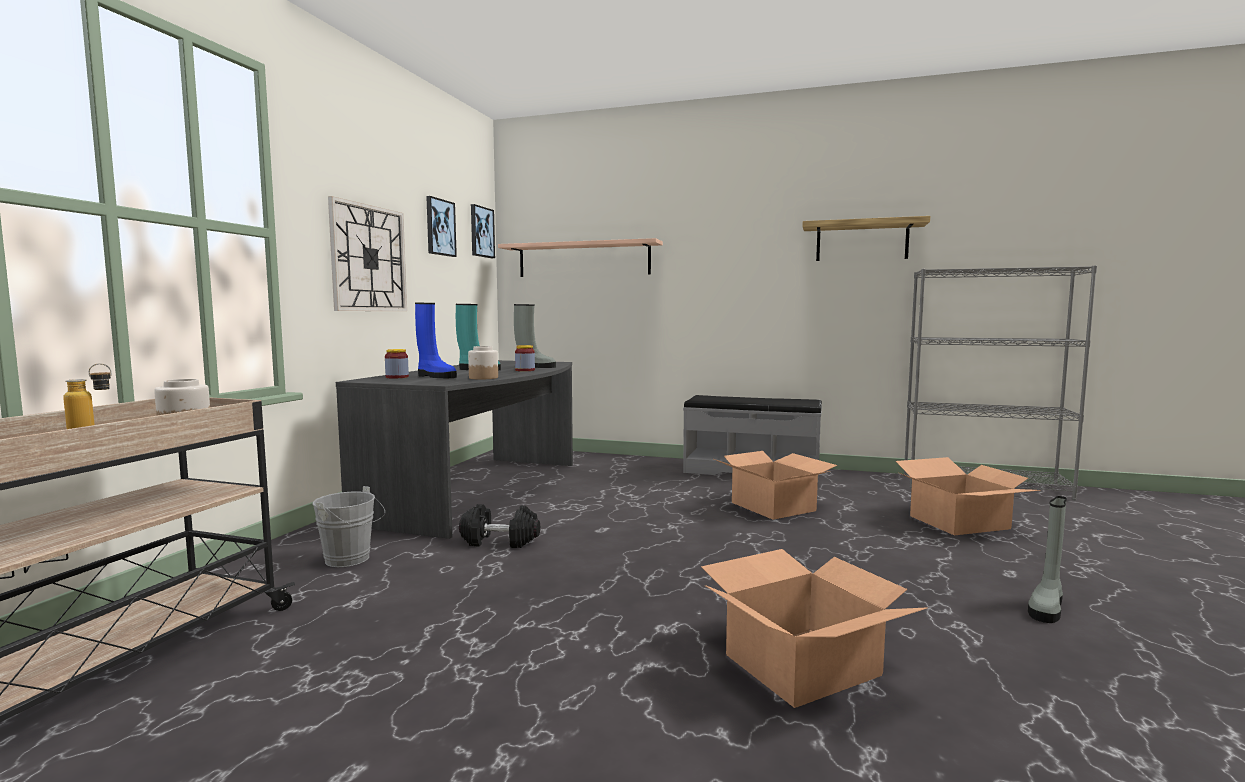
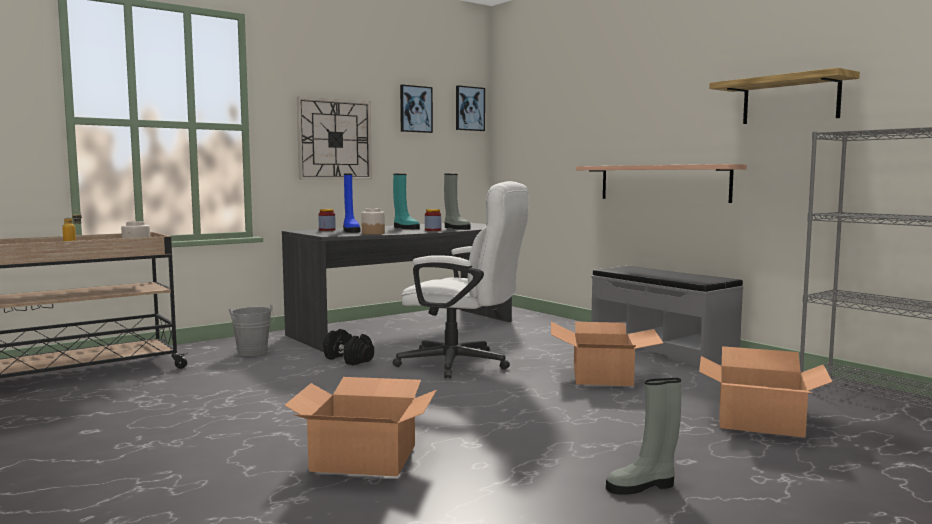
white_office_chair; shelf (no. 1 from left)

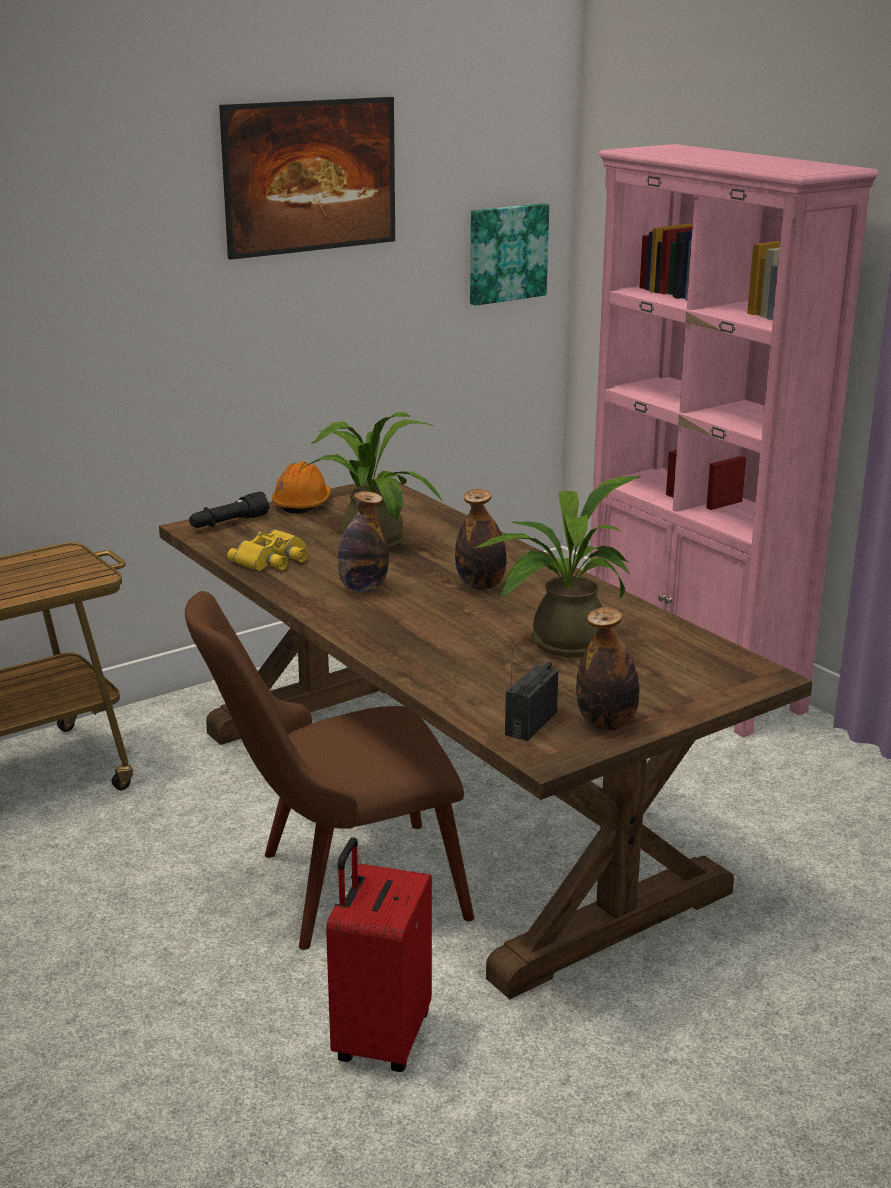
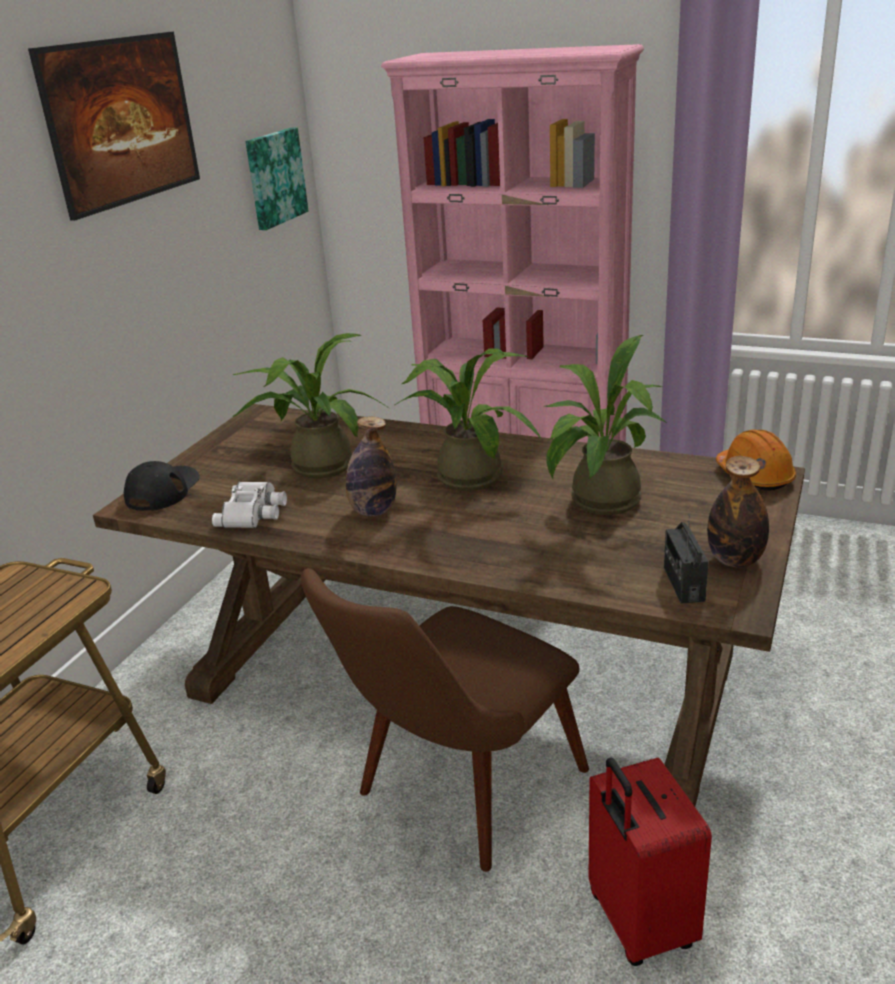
black_cap; white_binoculars; potted_plant (no. 2 from left); orange_hard_hat

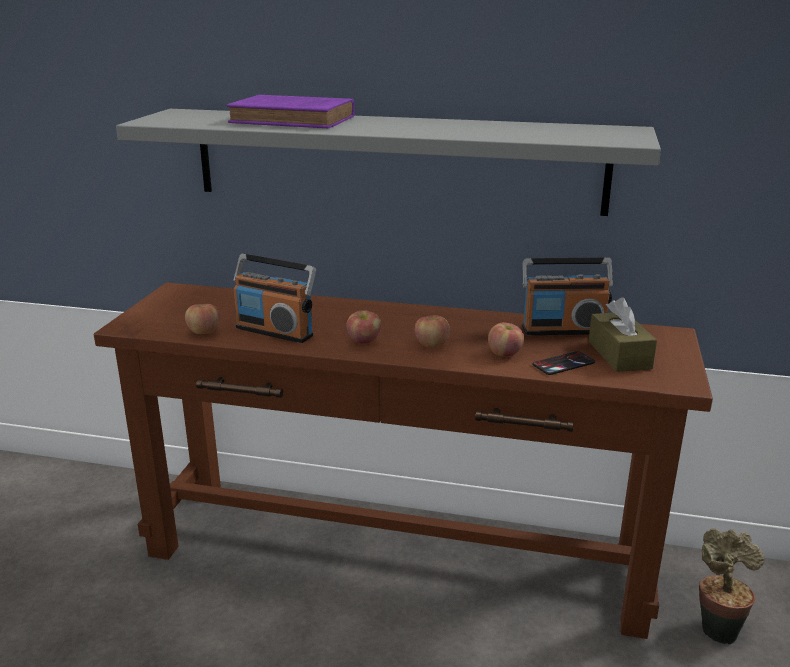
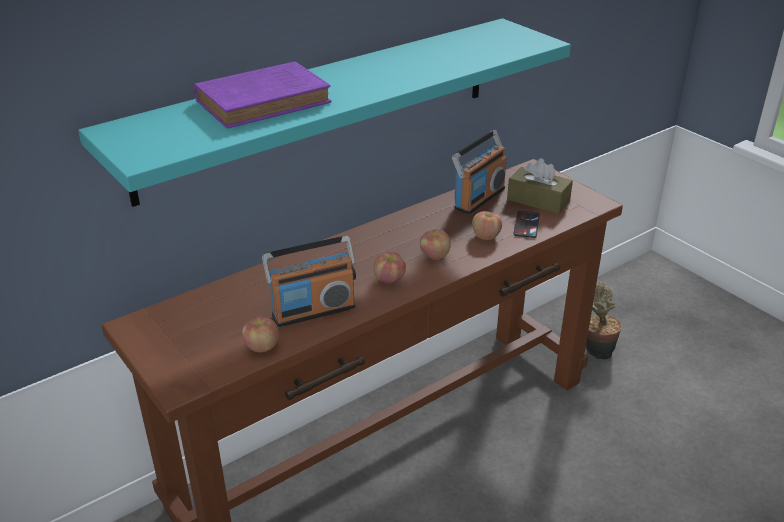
turquoise_shelf

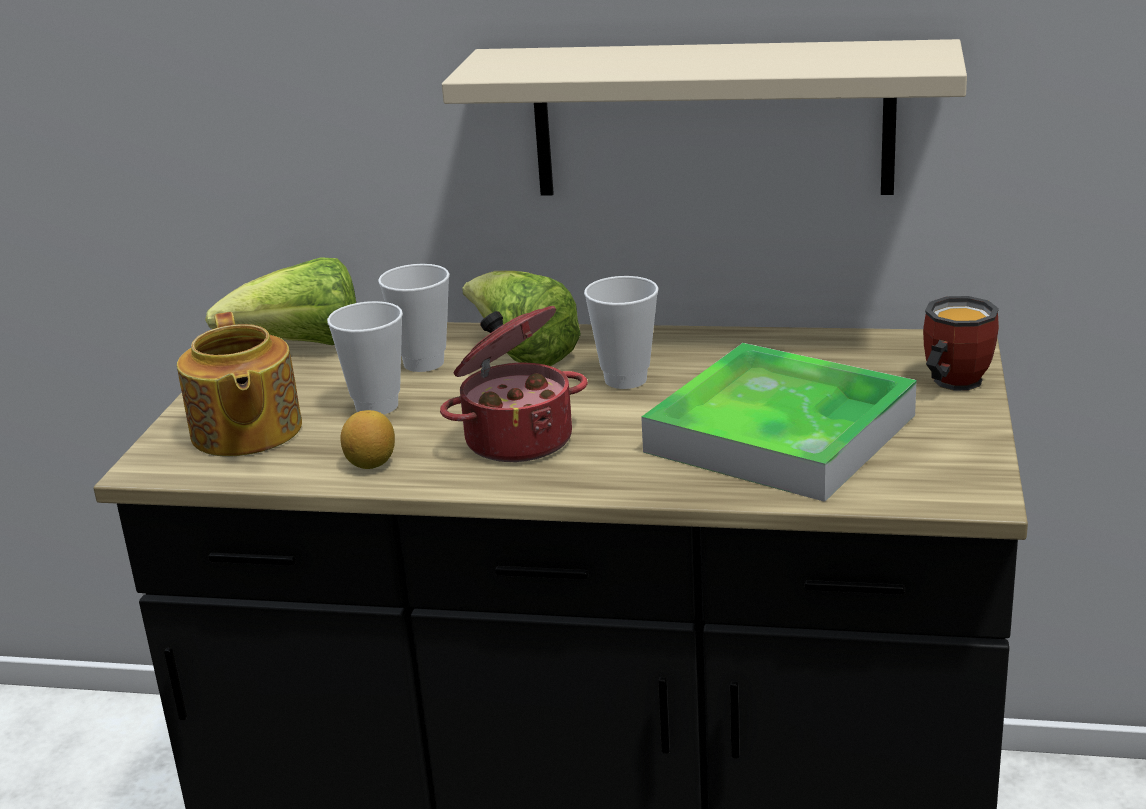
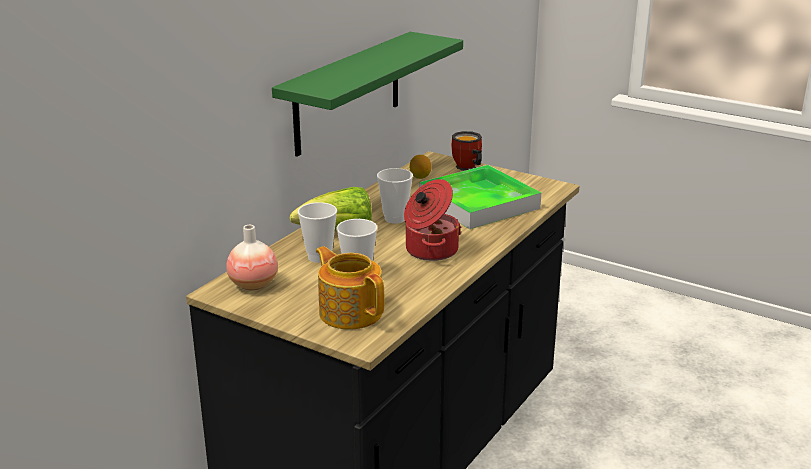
vase; green_shelf; teapot; lemon

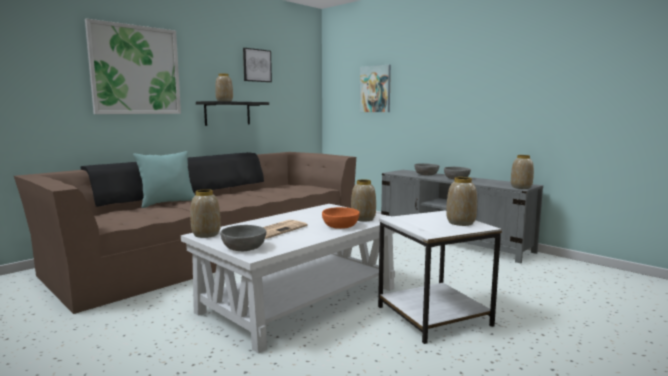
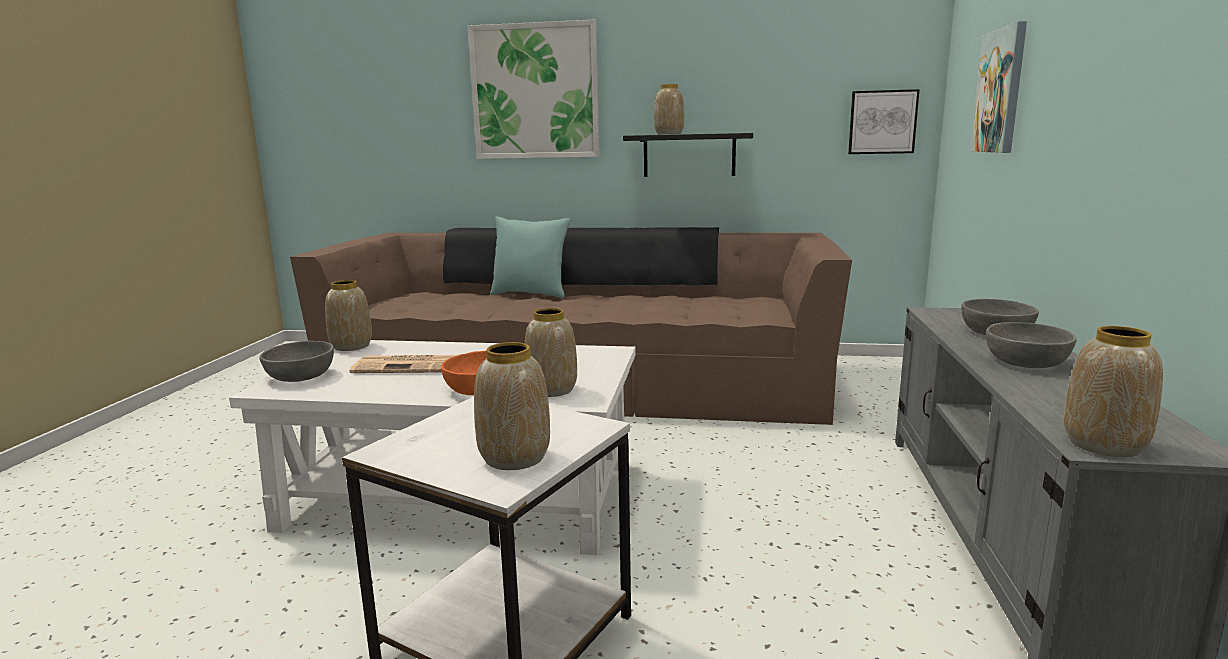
picture (no. 2 from left)

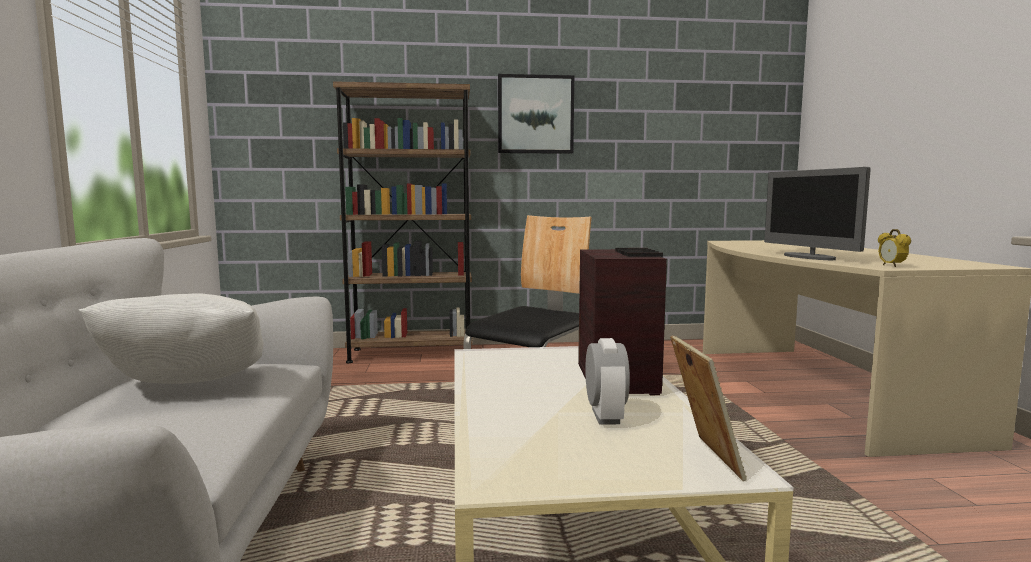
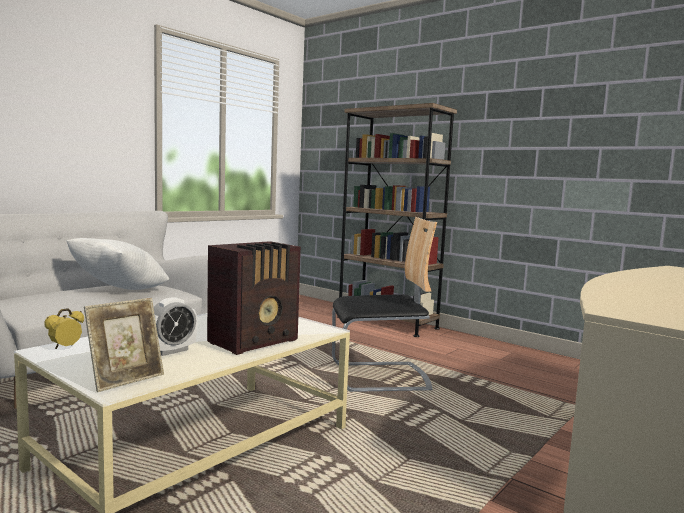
alarm_clock (no. 1 from left); picture; monitor

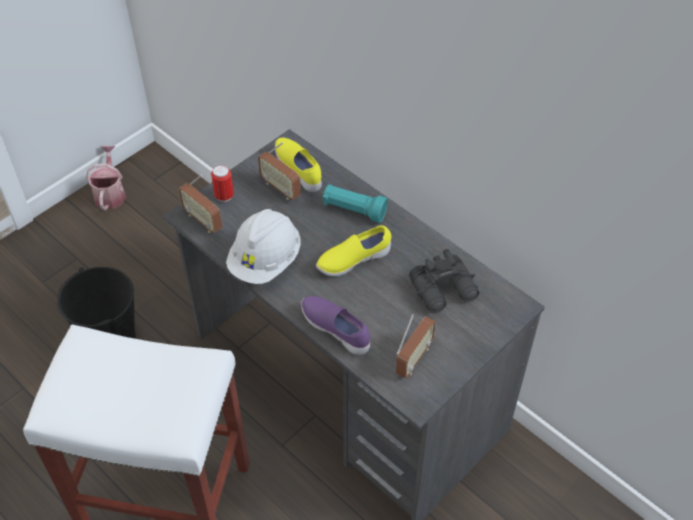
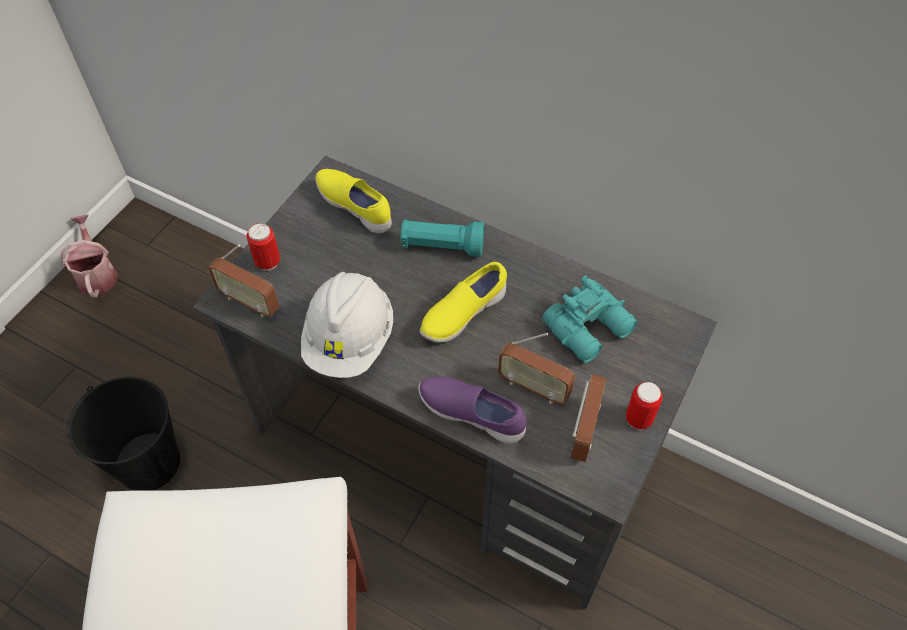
radio (no. 2 from left); turquoise_binoculars; can (no. 2 from left)

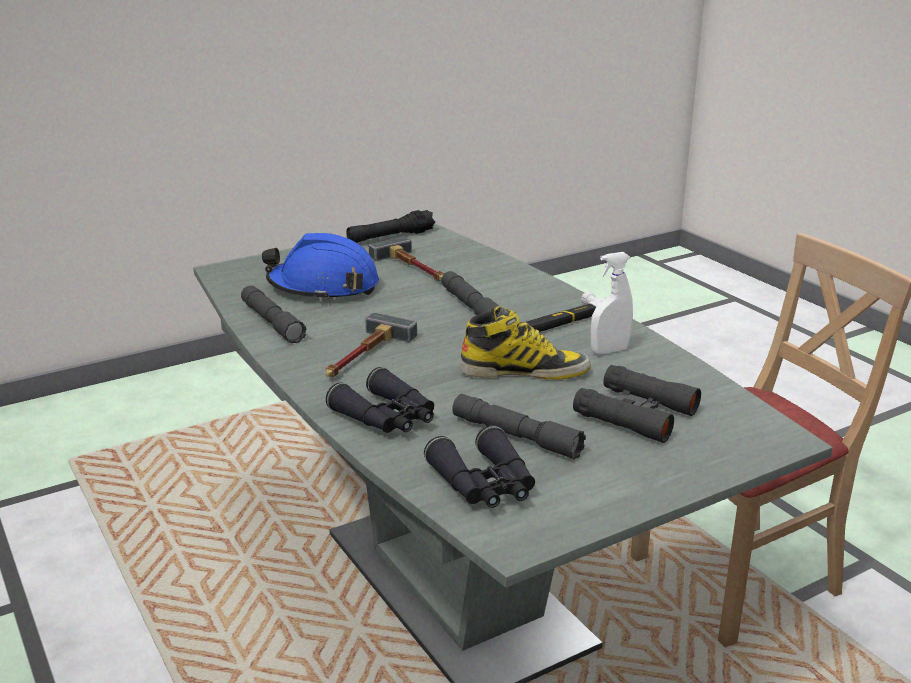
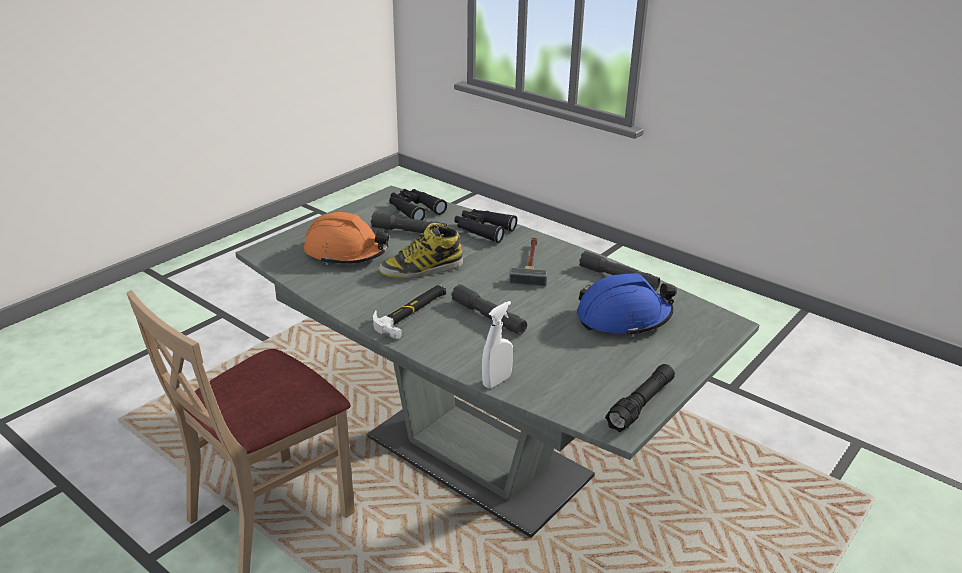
orange_hard_hat; white_spray_bottle; hammer (no. 2 from left in the first image)

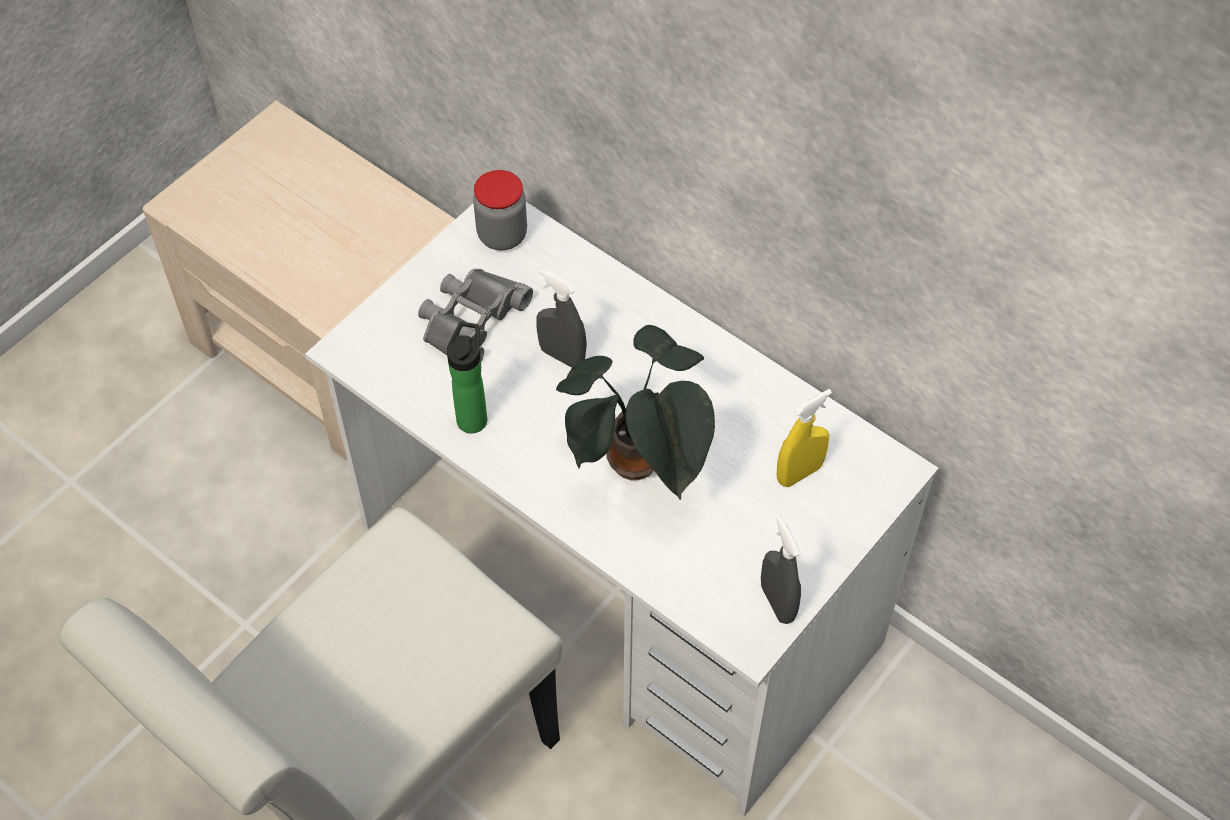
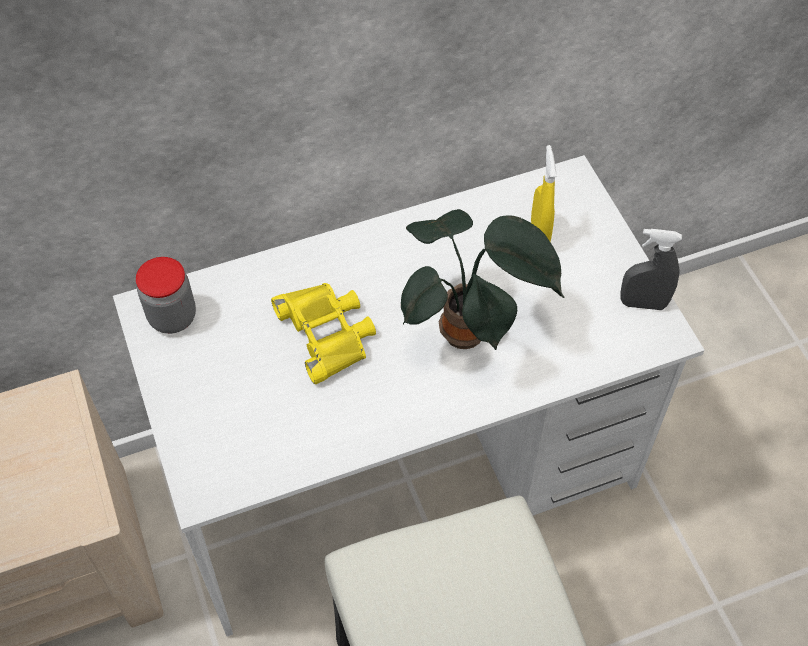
yellow_binoculars; grey_binoculars; bottle

